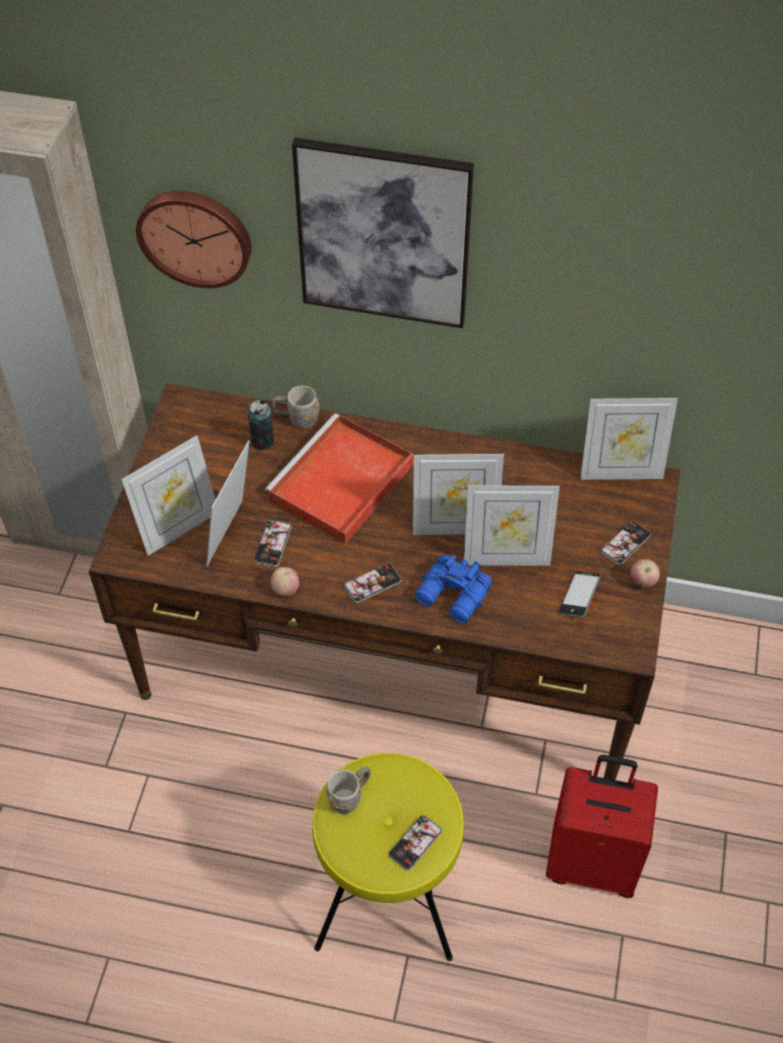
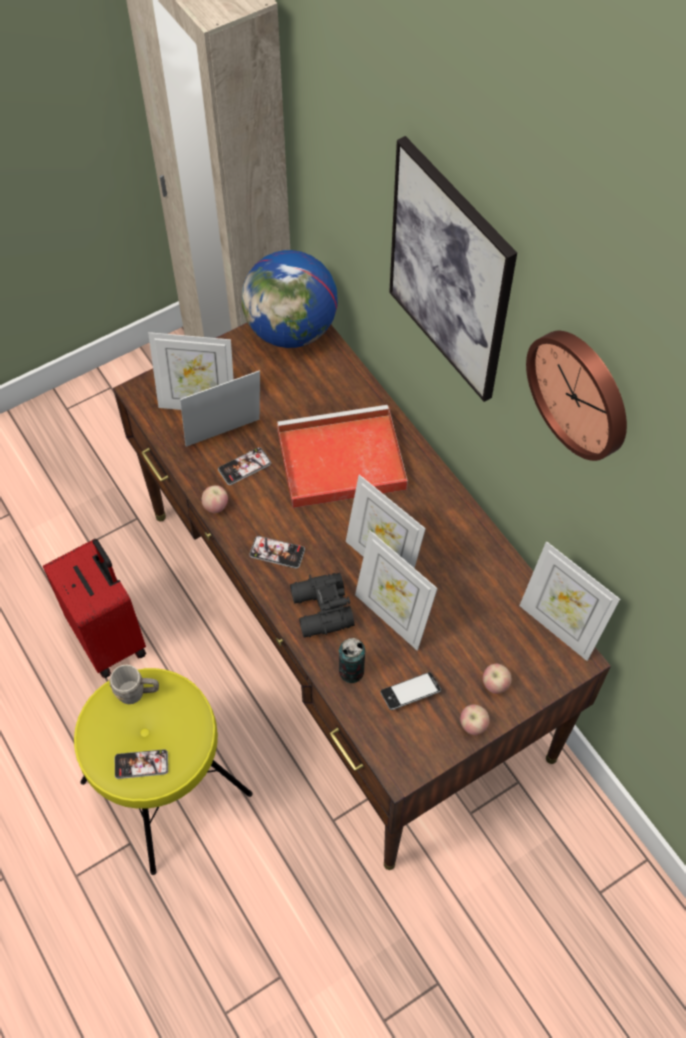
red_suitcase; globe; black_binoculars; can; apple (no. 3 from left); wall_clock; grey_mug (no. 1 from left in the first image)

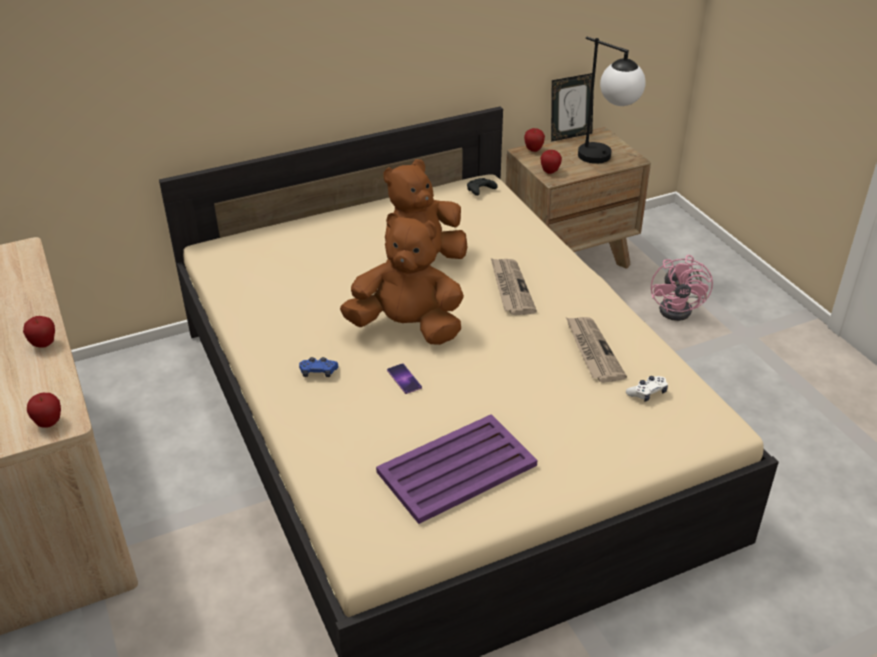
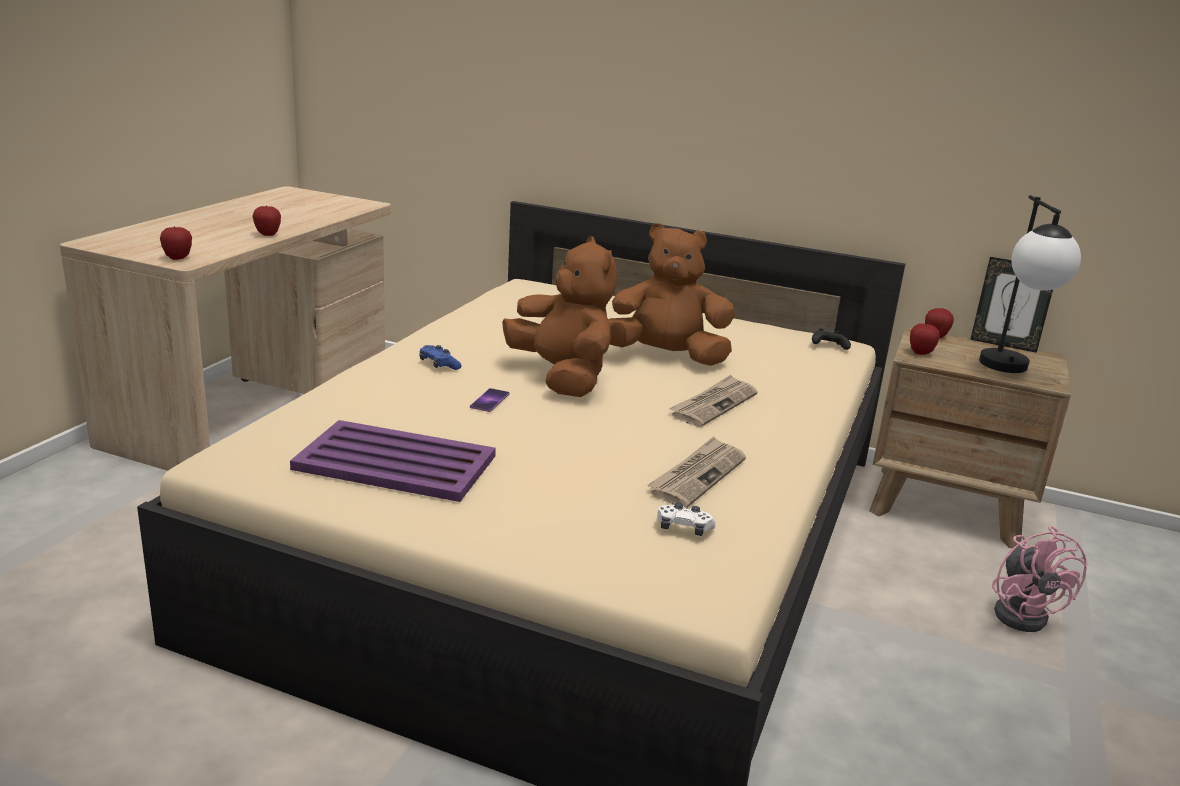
pink_fan

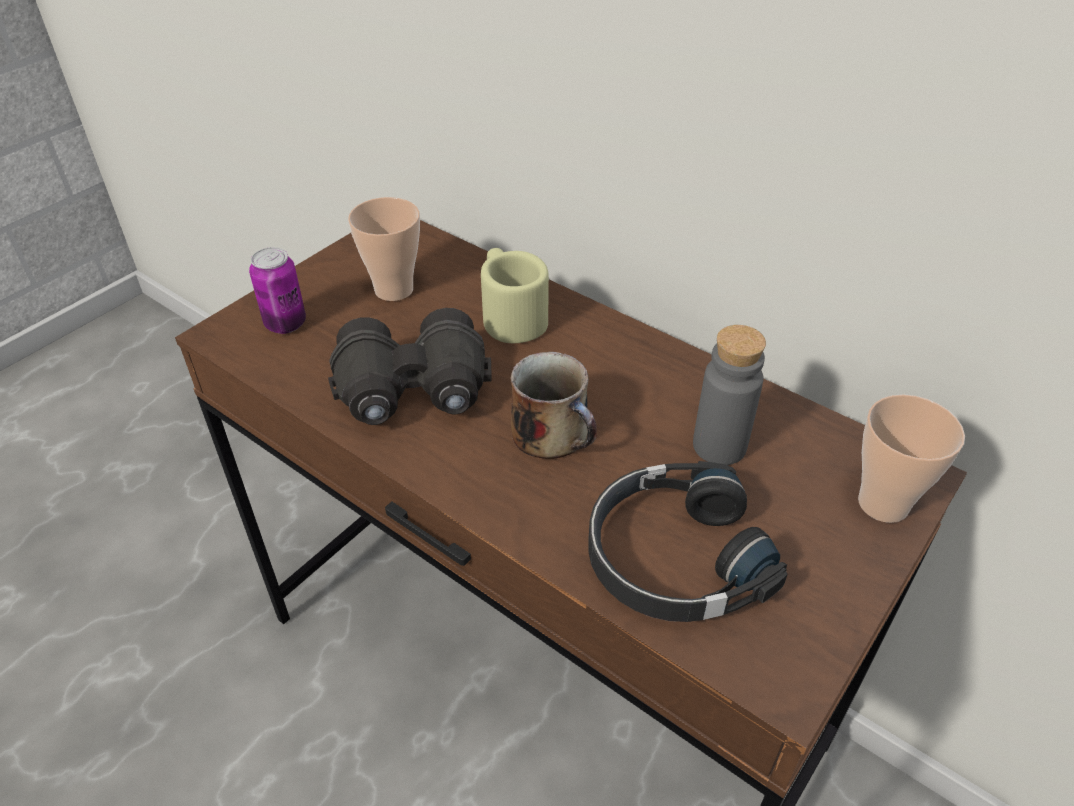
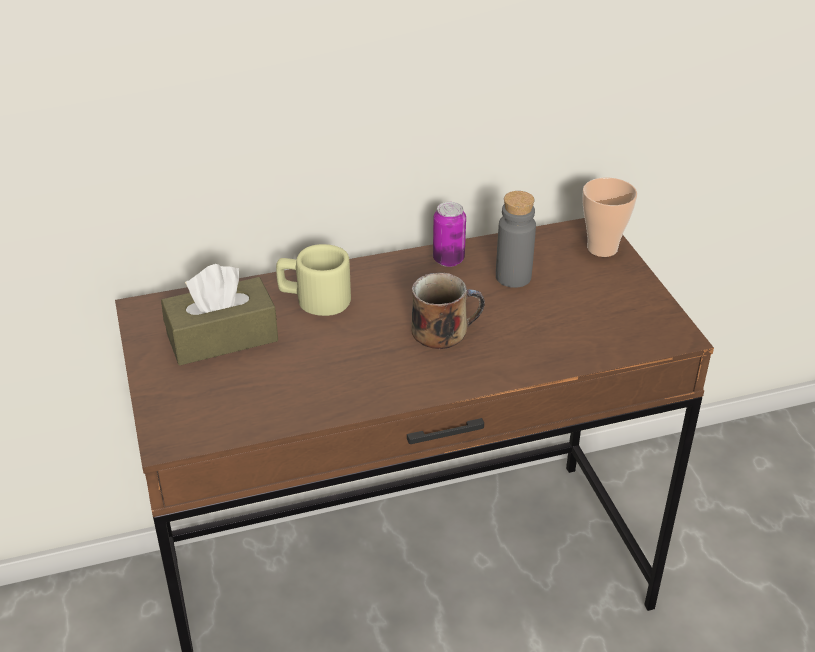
brown_tissue_box; can; black_binoculars; black_headphones

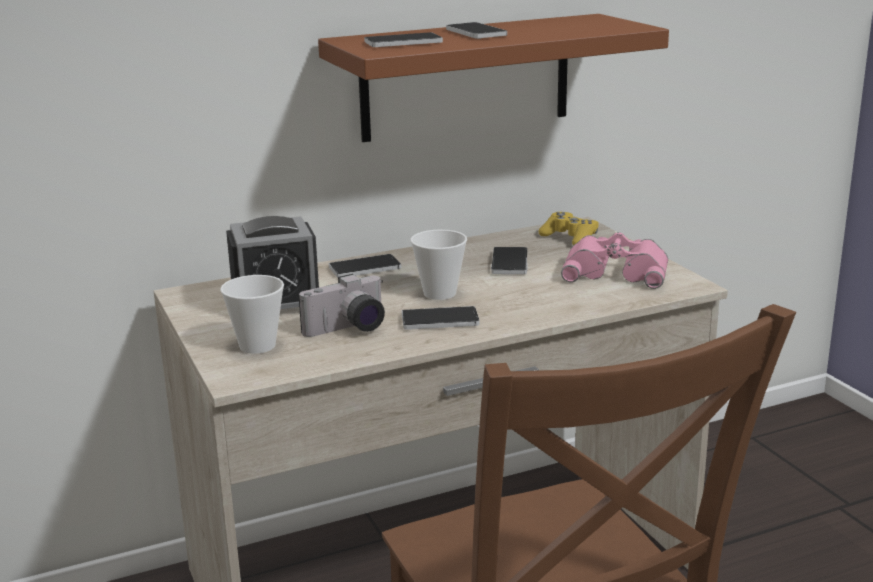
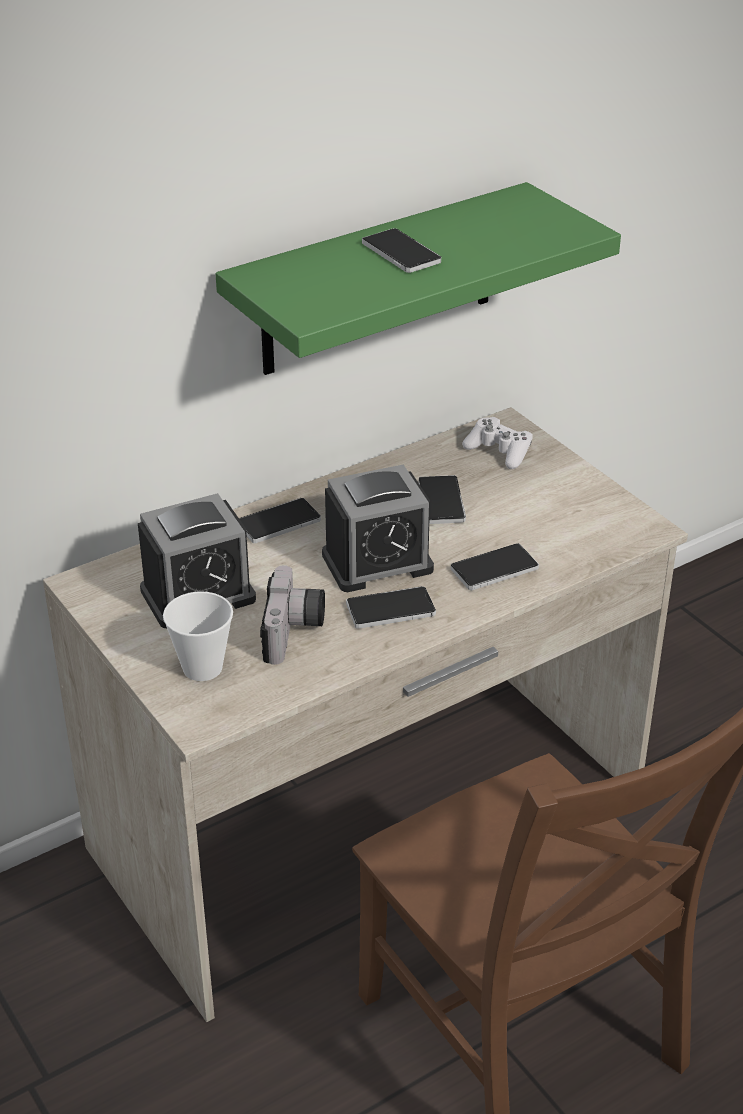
green_shelf; photo_camera; alarm_clock (no. 2 from left); phone (no. 5 from left); white_game_controller; pink_binoculars

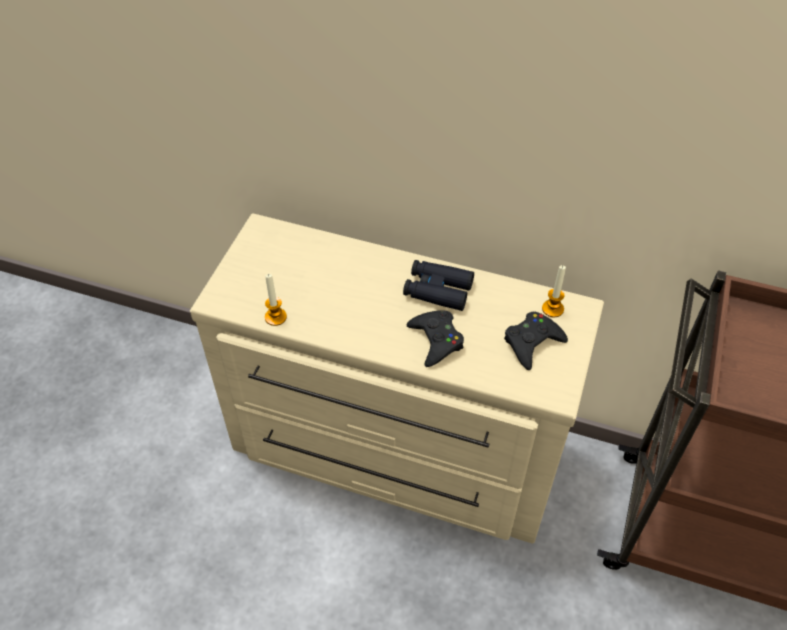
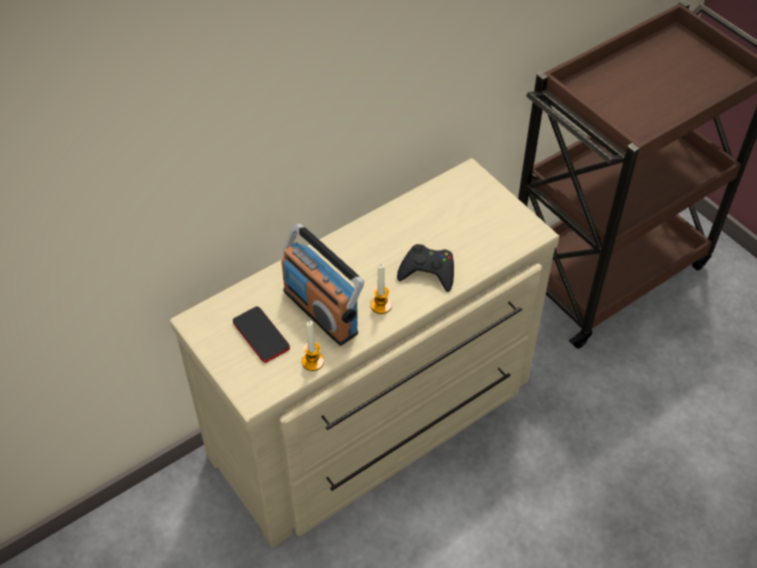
phone; radio; candle (no. 2 from left); black_binoculars; black_game_controller (no. 2 from left in the first image)

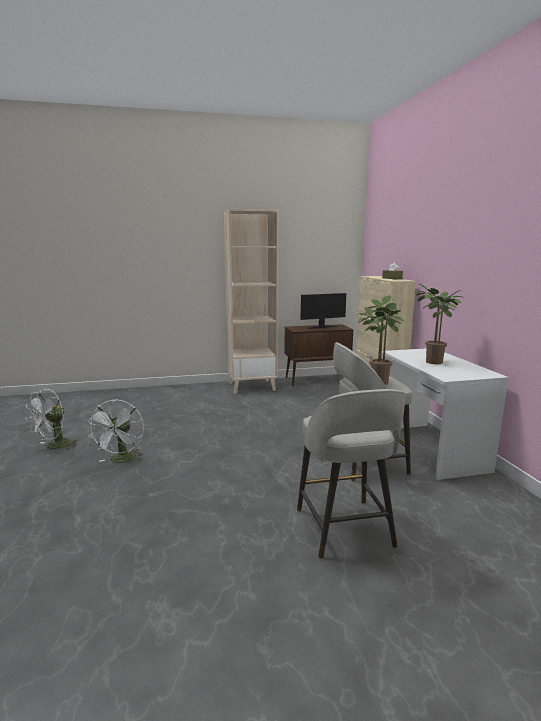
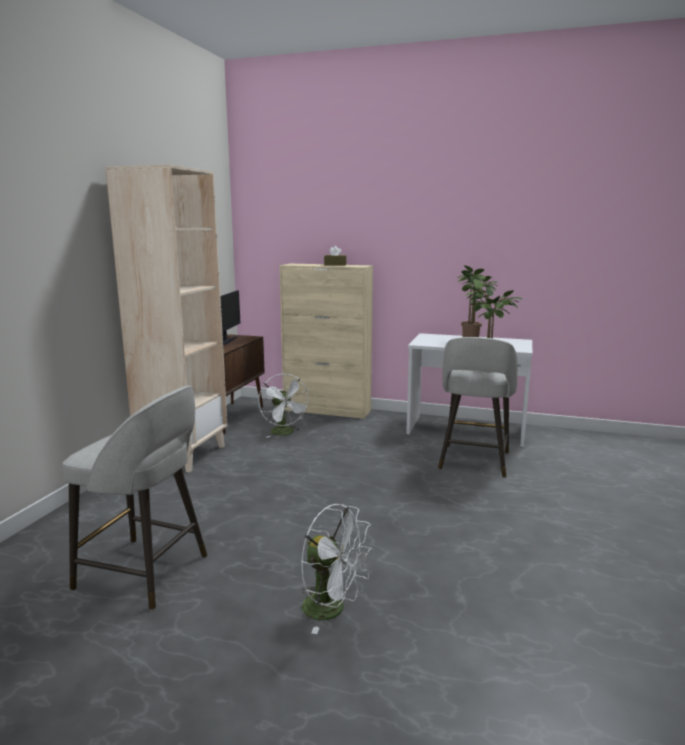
grey_stool (no. 1 from left); white_fan (no. 1 from left)

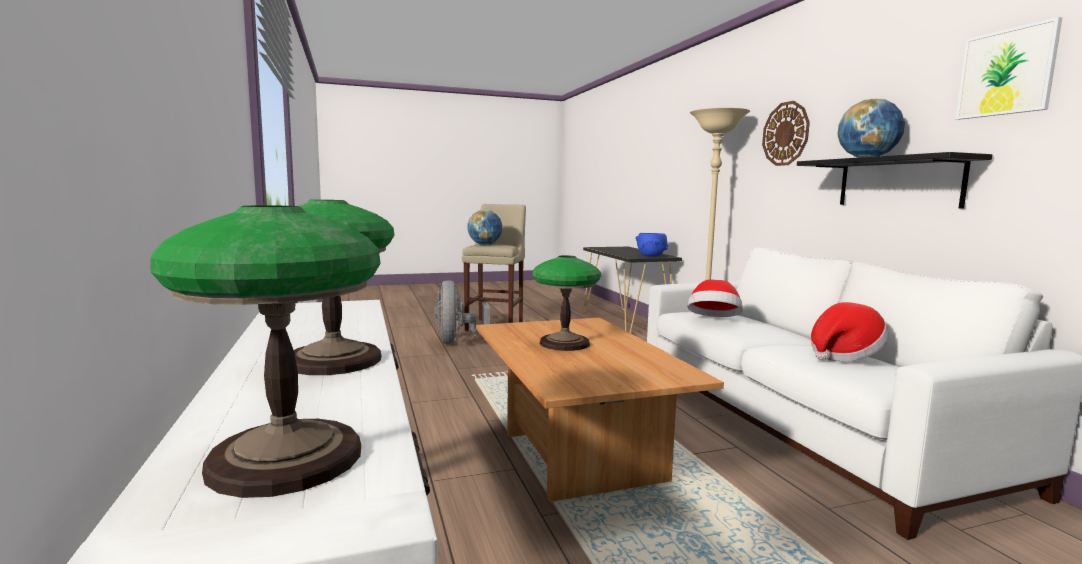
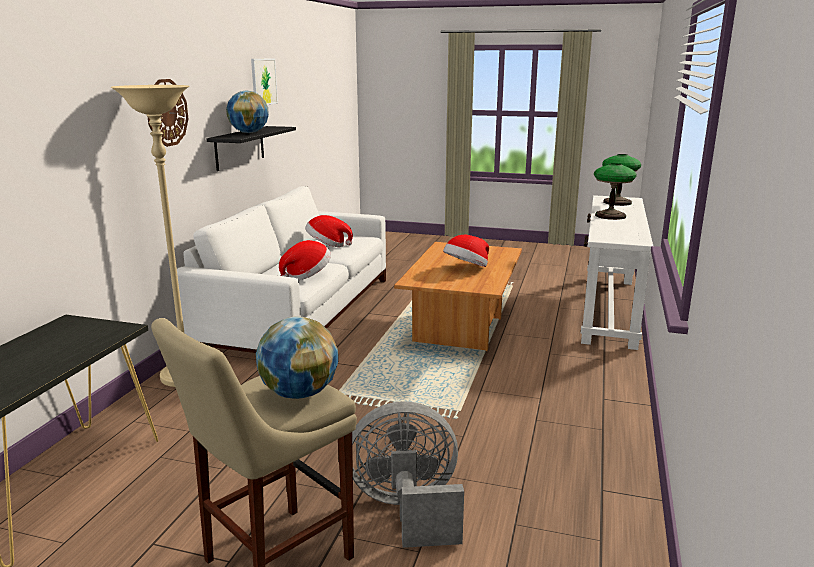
grey_fan; hat (no. 3 from left); blue_bowl

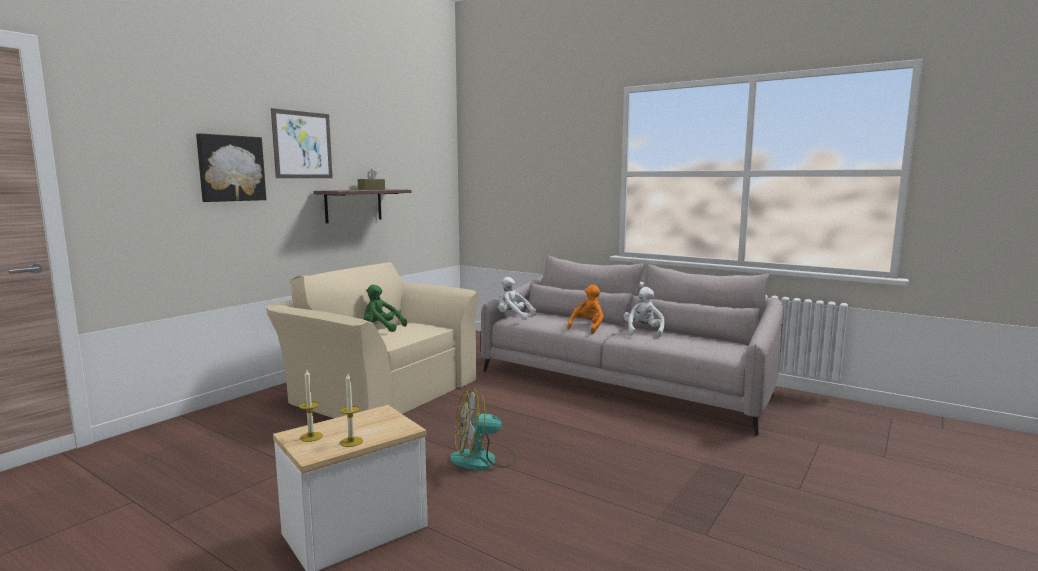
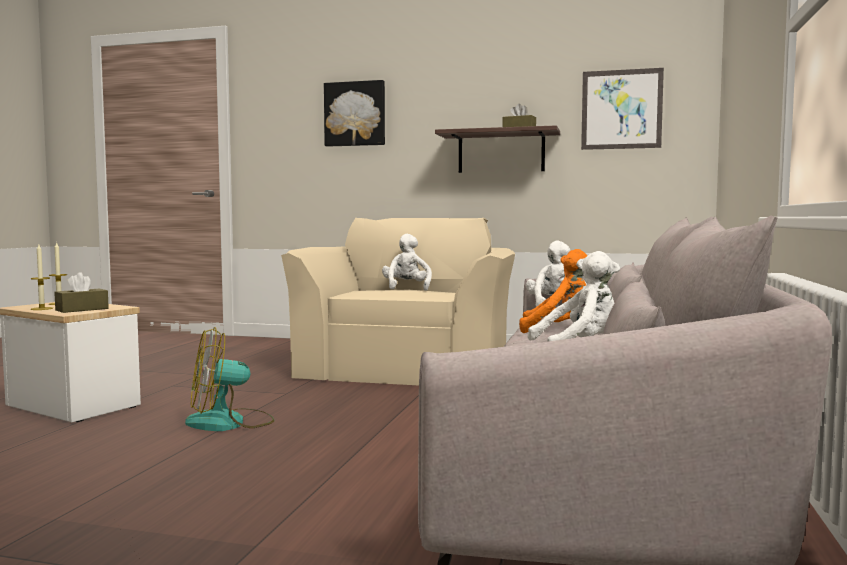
brown_tissue_box (no. 1 from left); fan; white_plush_toy (no. 1 from left); picture (no. 2 from left)

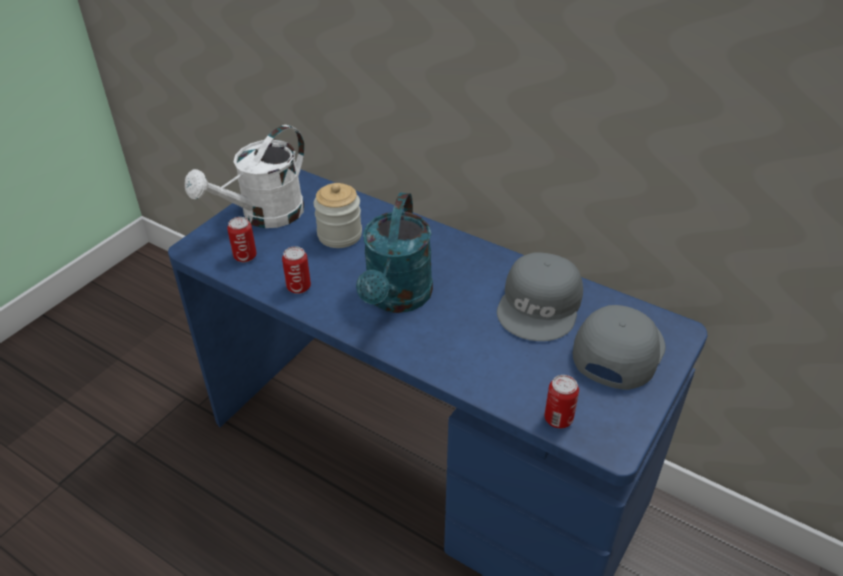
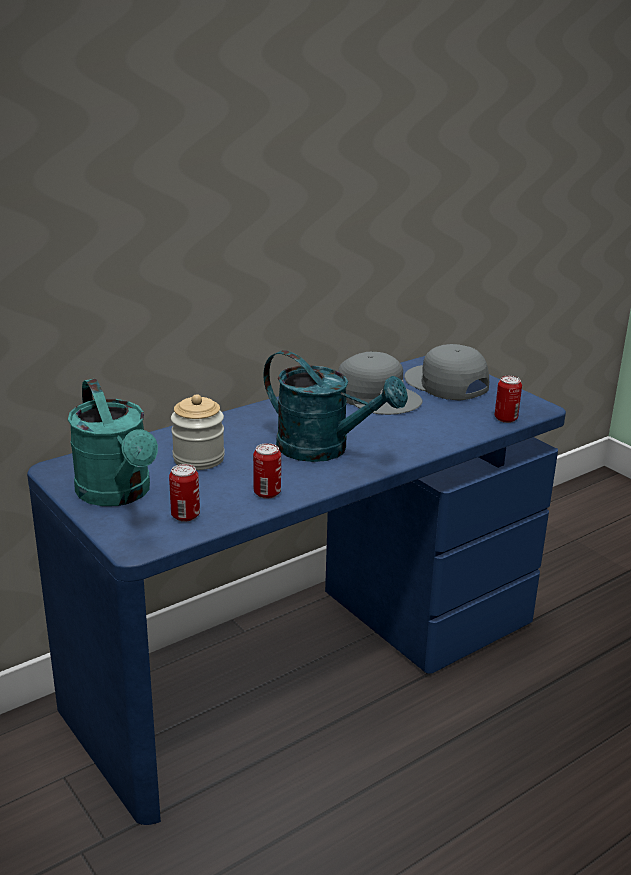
turquoise_watering_can (no. 1 from left)

